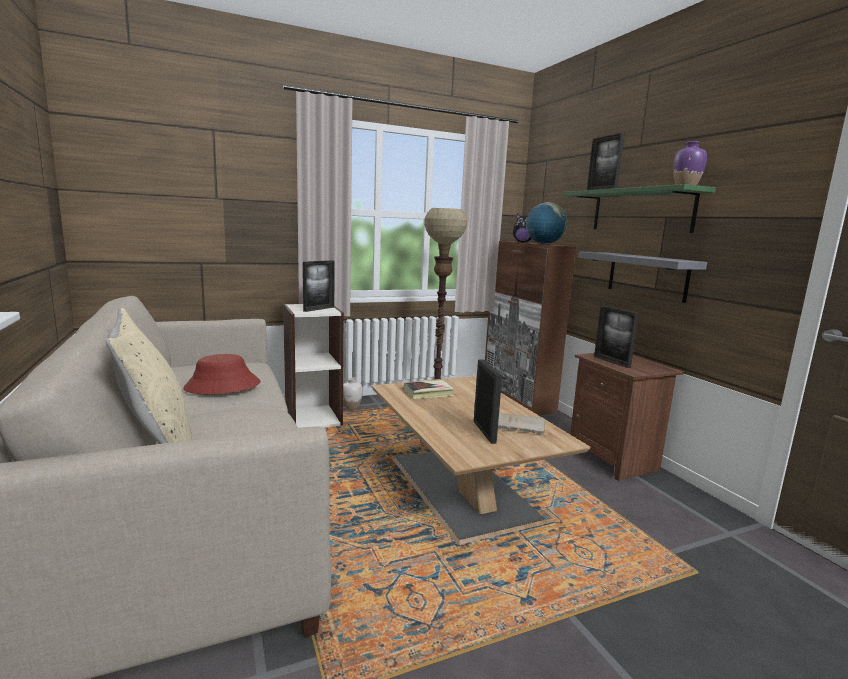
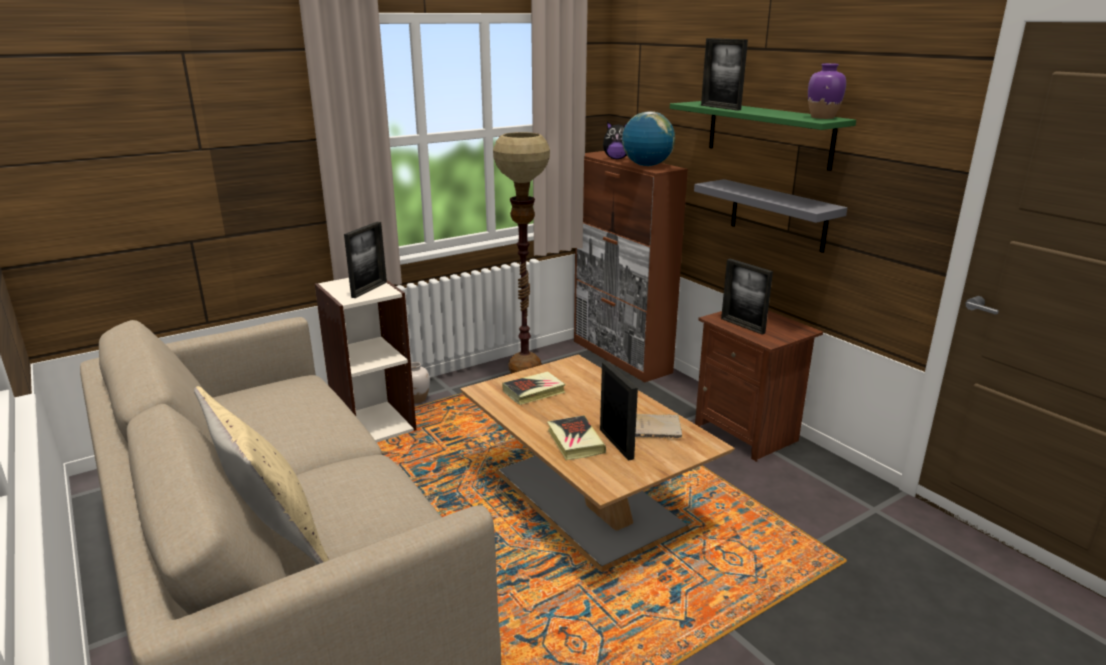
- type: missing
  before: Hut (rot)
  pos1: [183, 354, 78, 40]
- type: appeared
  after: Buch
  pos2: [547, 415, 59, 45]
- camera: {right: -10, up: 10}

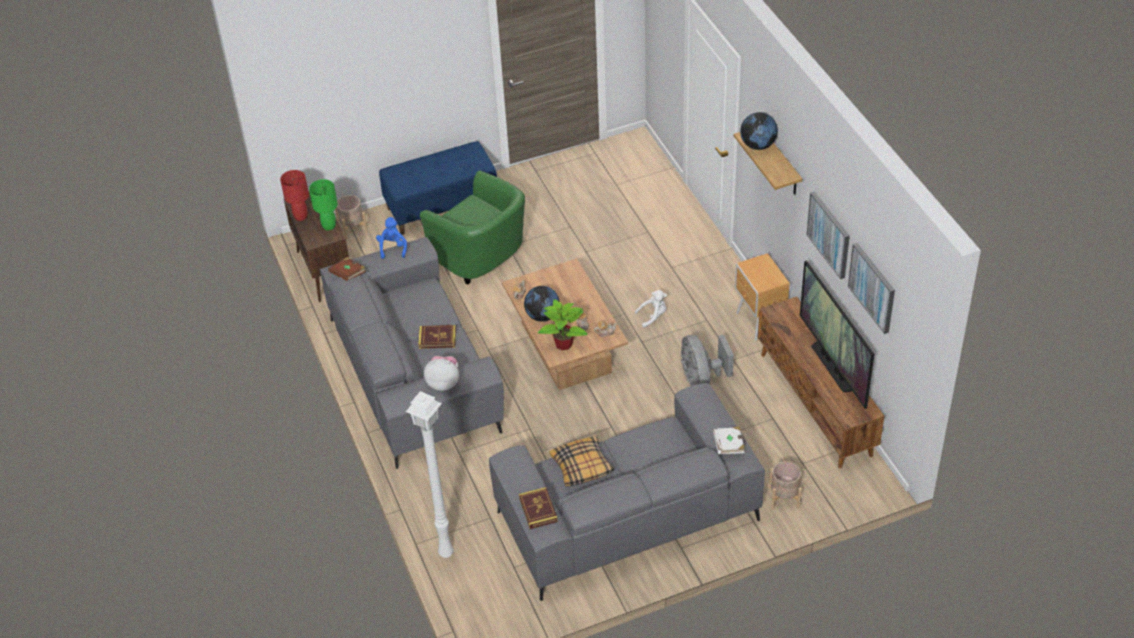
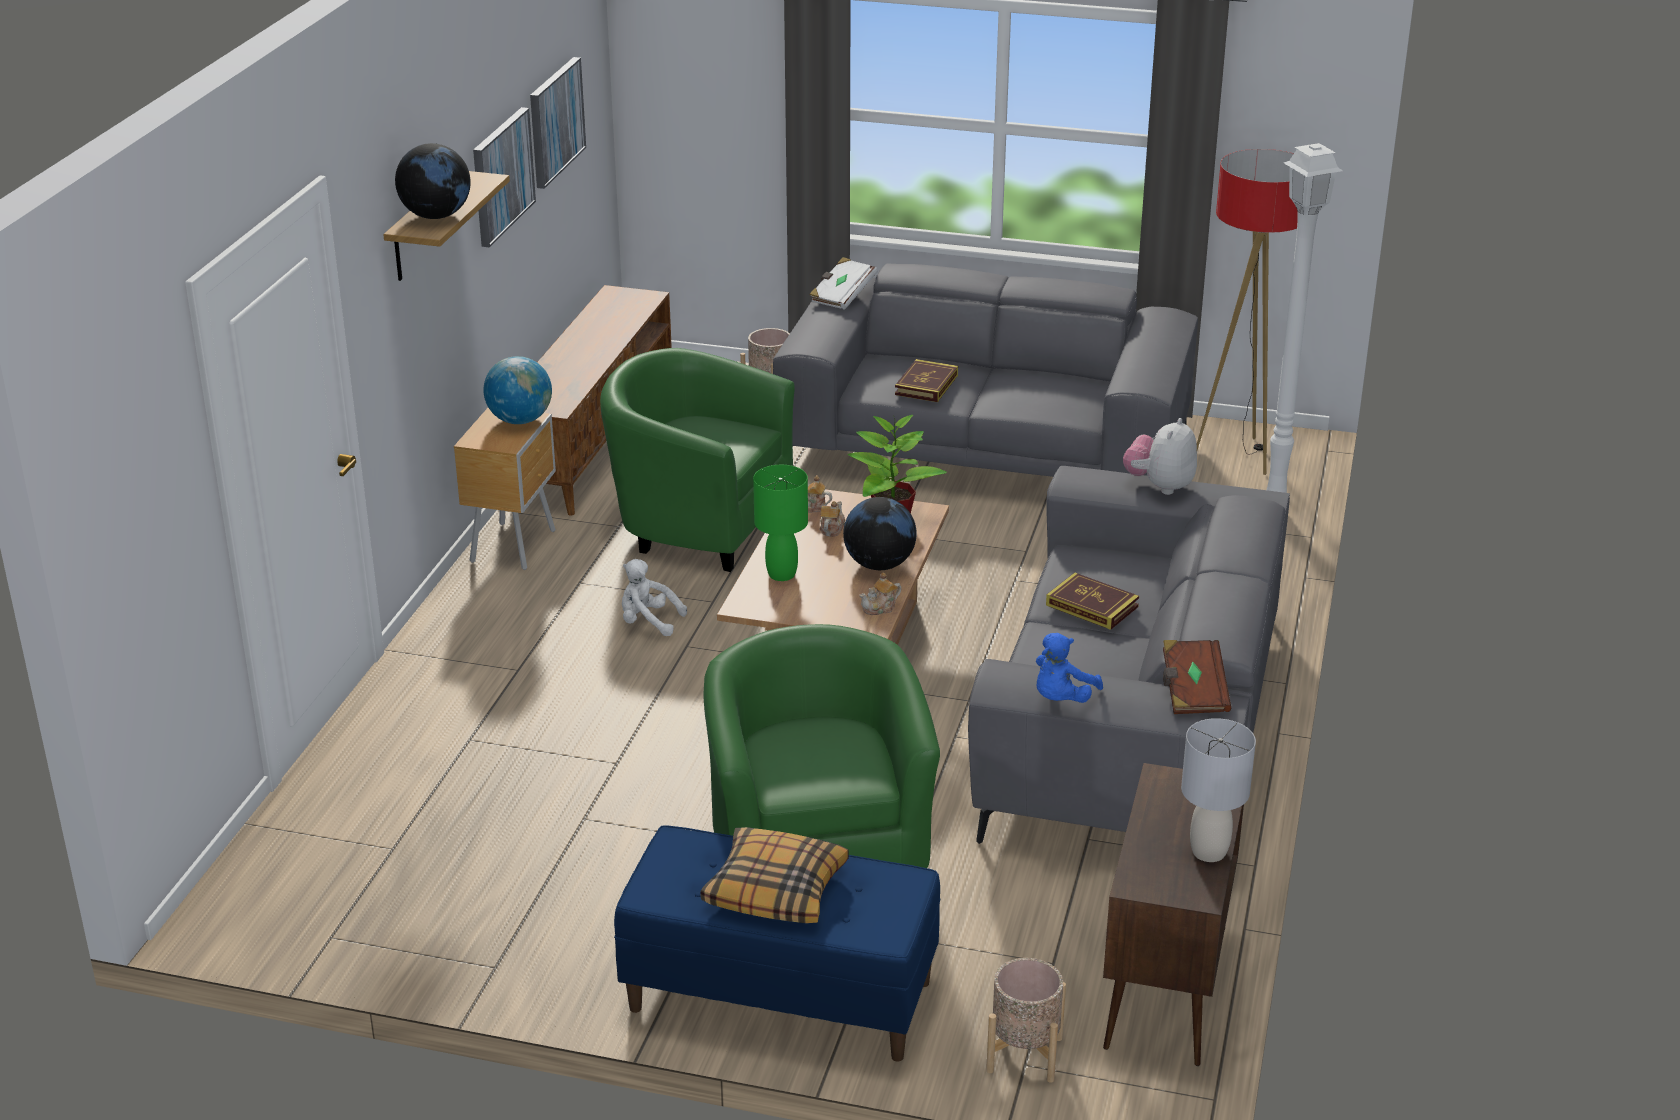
- type: colour
  before: Tischlampe (rot)
  after: Tischlampe (grau)
  pos1: [280, 170, 29, 51]
  pos2: [1181, 718, 75, 144]
- type: relocated
  before: Tischlampe (grün)
  pos1: [309, 179, 29, 51]
  pos2: [753, 465, 55, 116]
- type: spun
  before: Plüschtier
  pos1: [424, 356, 35, 35]
  pos2: [1123, 418, 74, 77]
  turn: 75
- type: relocated
  before: Buch
  pos1: [519, 487, 39, 42]
  pos2: [895, 359, 63, 43]
- type: relocated
  before: Kissen
  pos1: [549, 436, 65, 51]
  pos2: [700, 827, 149, 96]
- type: exchanged
  before: Ventilator (grau)
  after: Sessel (grün)
  pos1: [681, 335, 53, 51]
  pos2: [600, 348, 195, 224]
- type: missing
  before: Fernseher
  pos1: [800, 260, 74, 149]
- type: appeared
  after: Globus
  pos2: [483, 356, 69, 68]
- type: appeared
  after: Stehlampe
  pos2: [1197, 149, 100, 326]
- camera: {right: -145, up: -15}

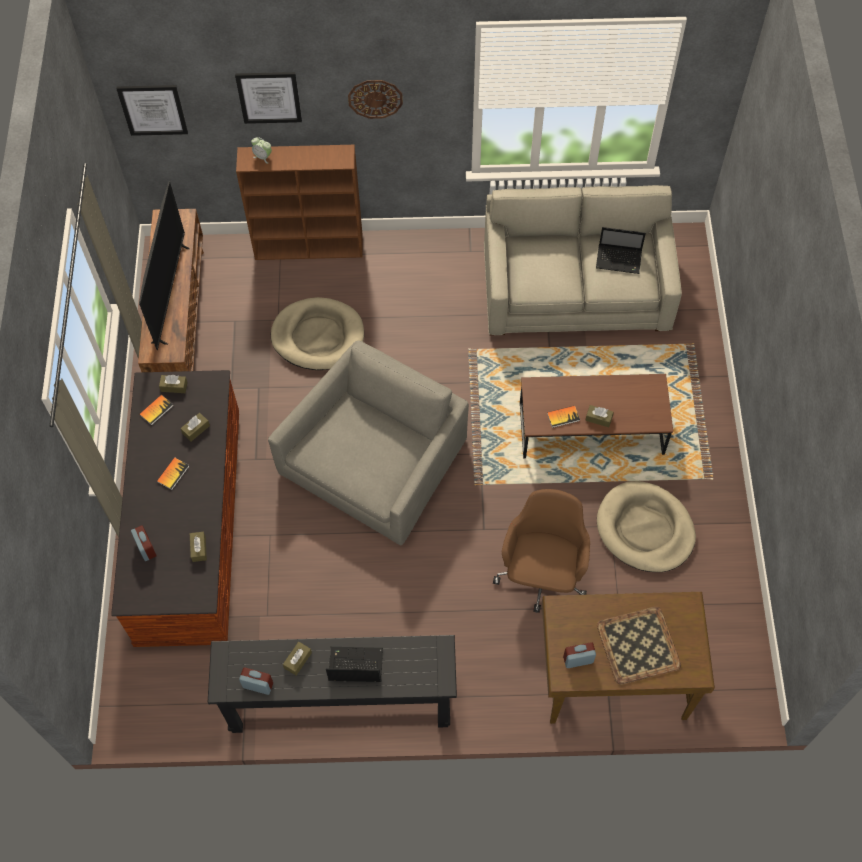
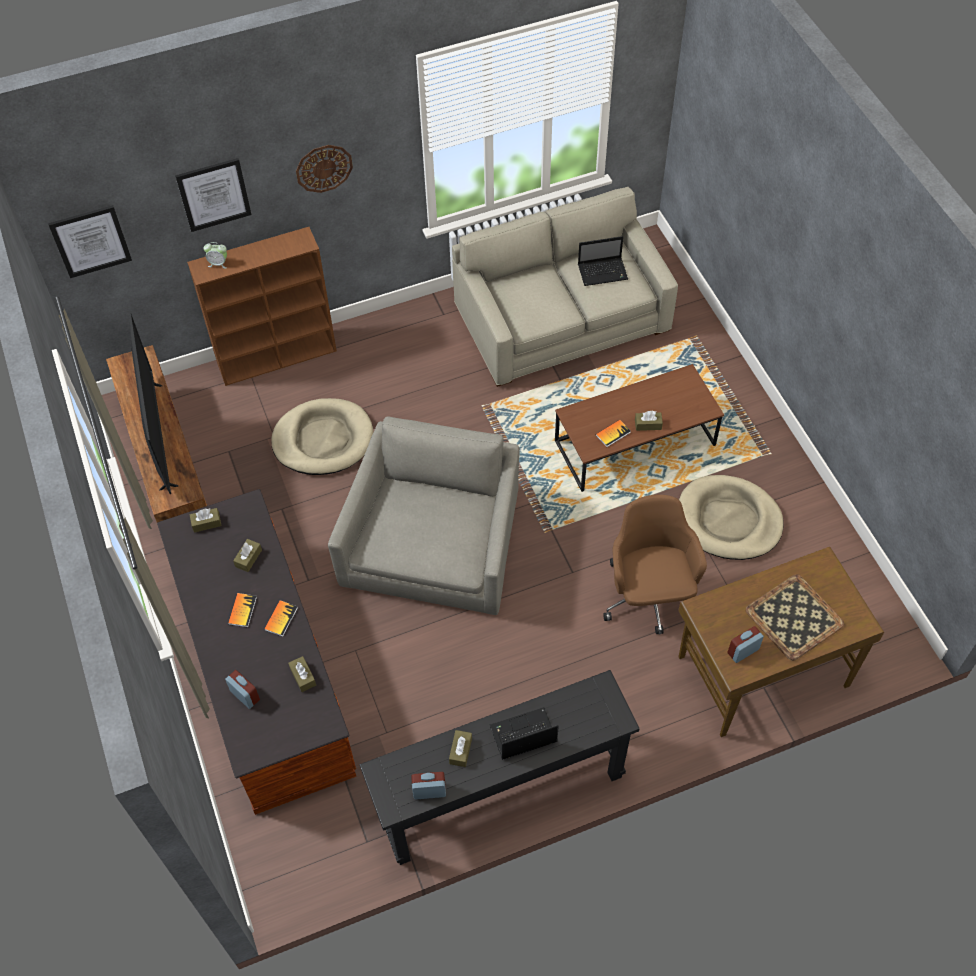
- type: relocated
  before: Buch
  pos1: [139, 395, 34, 30]
  pos2: [264, 600, 34, 37]
- camera: {right: -20, up: -5}

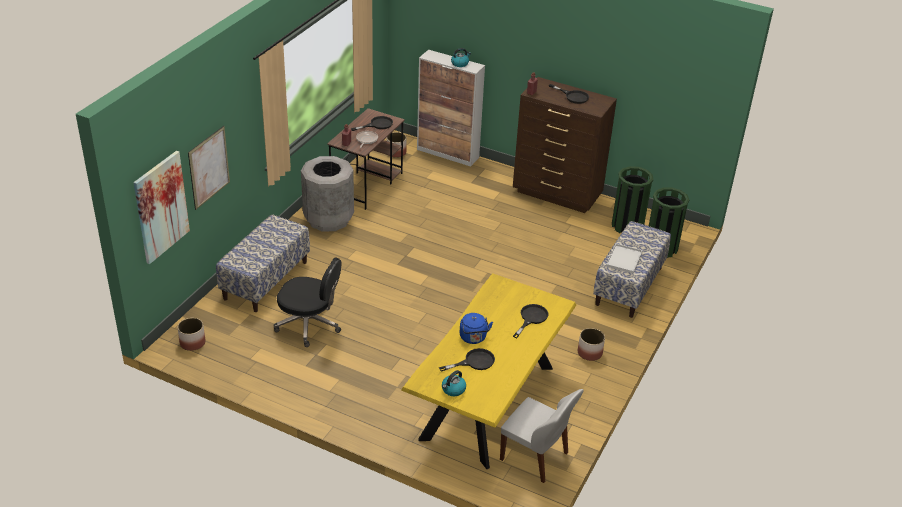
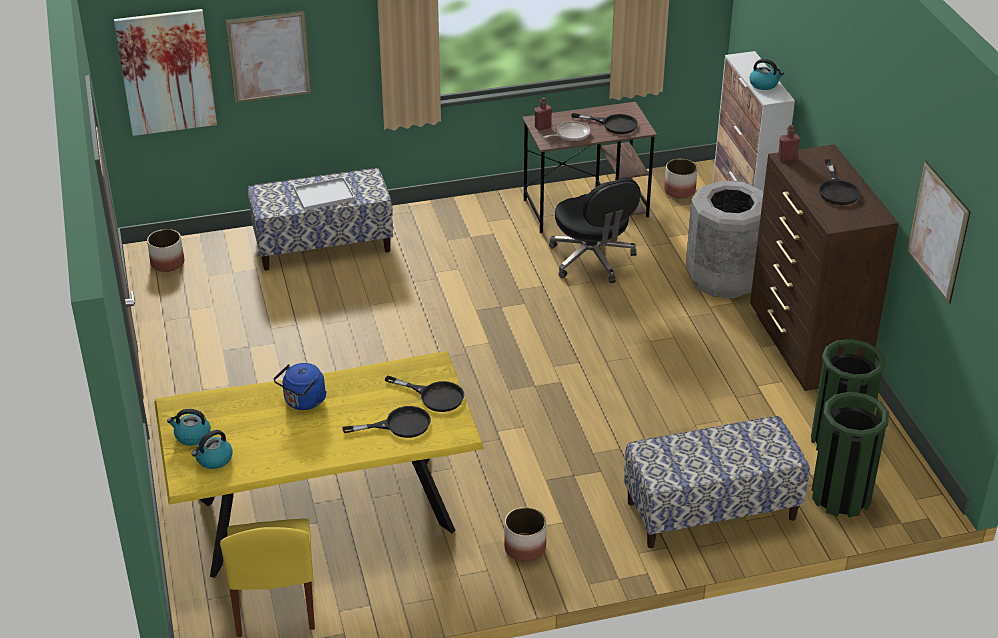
- type: relocated
  before: Bürostuhl (schwarz)
  pos1: [274, 257, 67, 90]
  pos2: [549, 178, 91, 105]
- type: relocated
  before: Mülleimer (grau)
  pos1: [301, 156, 53, 76]
  pos2: [686, 181, 78, 117]
- type: relocated
  before: Pfanne (schwarz)
  pos1: [439, 348, 56, 24]
  pos2: [384, 375, 80, 37]
- type: colour
  before: Stuhl (weiß)
  after: Stuhl (gelb)
  pos1: [500, 389, 84, 94]
  pos2: [220, 519, 95, 118]
- type: relocated
  before: Tablett (weiß)
  pos1: [606, 243, 37, 31]
  pos2: [294, 177, 61, 34]
- type: appeared
  after: Wasserkessel
  pos2: [192, 430, 41, 39]
- type: appeared
  after: Bild
  pos2: [907, 161, 64, 143]
- camera: {right: 50, up: 0}

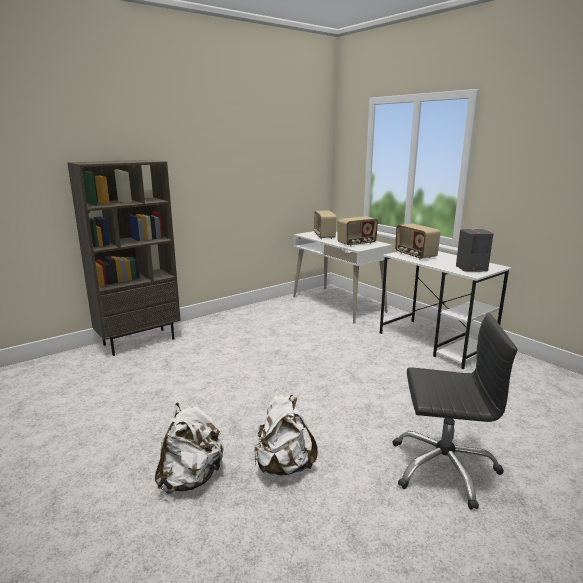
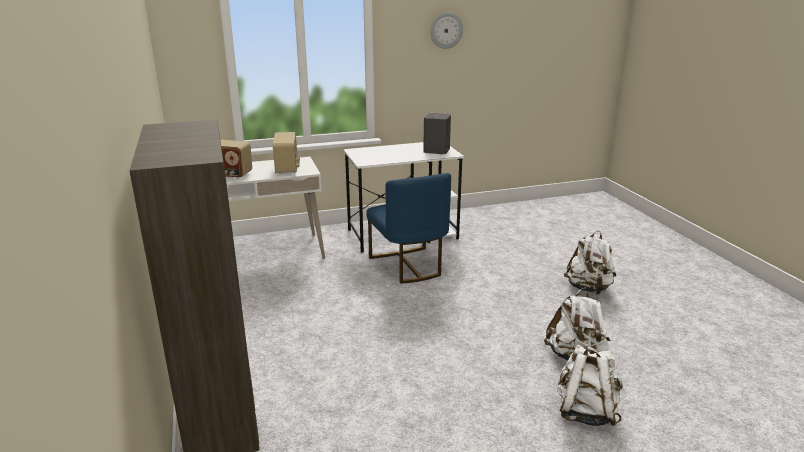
- type: exchanged
  before: Bürostuhl (schwarz)
  after: Rucksack (weiß)
  pos1: [392, 314, 126, 196]
  pos2: [564, 231, 53, 64]
- type: missing
  before: Radio
  pos1: [395, 223, 45, 37]
- type: appeared
  after: Stuhl (blau)
  pos2: [366, 173, 85, 111]
- type: appeared
  after: Wanduhr
  pos2: [430, 12, 33, 37]
- camera: {right: -70, up: 5}

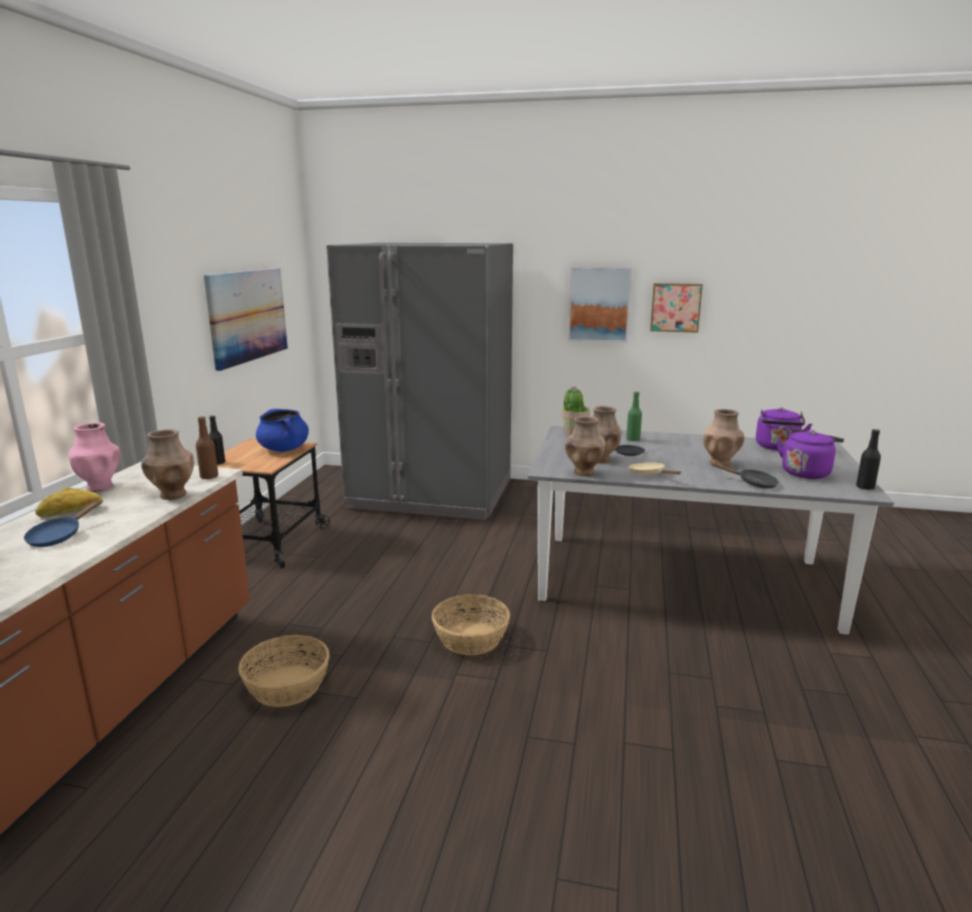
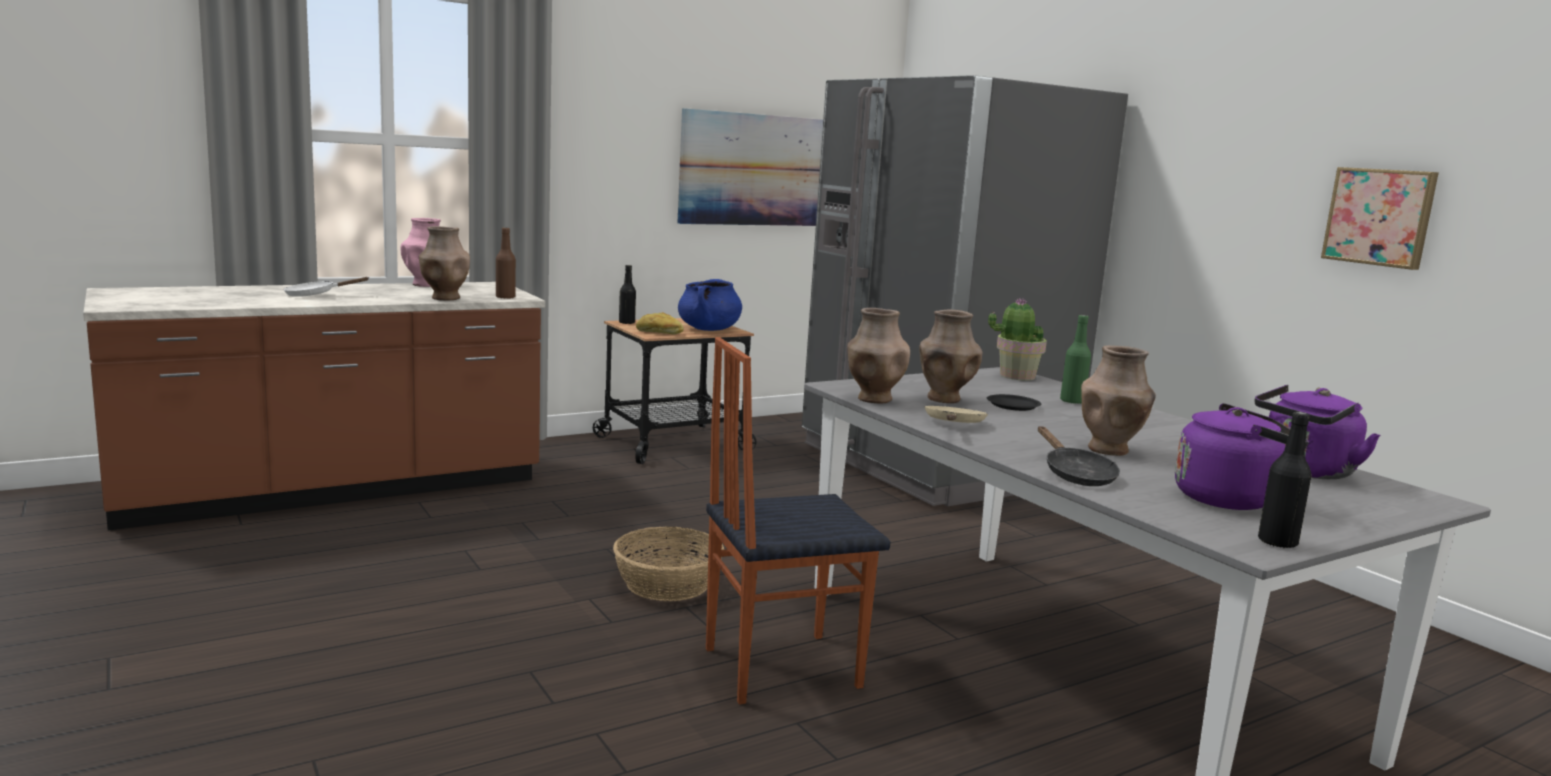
- type: colour
  before: Pfanne (blau)
  after: Pfanne (weiß)
  pos1: [24, 500, 77, 47]
  pos2: [284, 277, 86, 20]
- type: relocated
  before: Brot
  pos1: [35, 488, 68, 30]
  pos2: [636, 312, 48, 22]
- type: missing
  before: Korb
  pos1: [238, 635, 92, 72]
- type: missing
  before: Bild
  pos1: [568, 267, 64, 75]
- type: appeared
  after: Stuhl
  pos2: [706, 337, 185, 367]
- camera: {right: 45, up: -5}

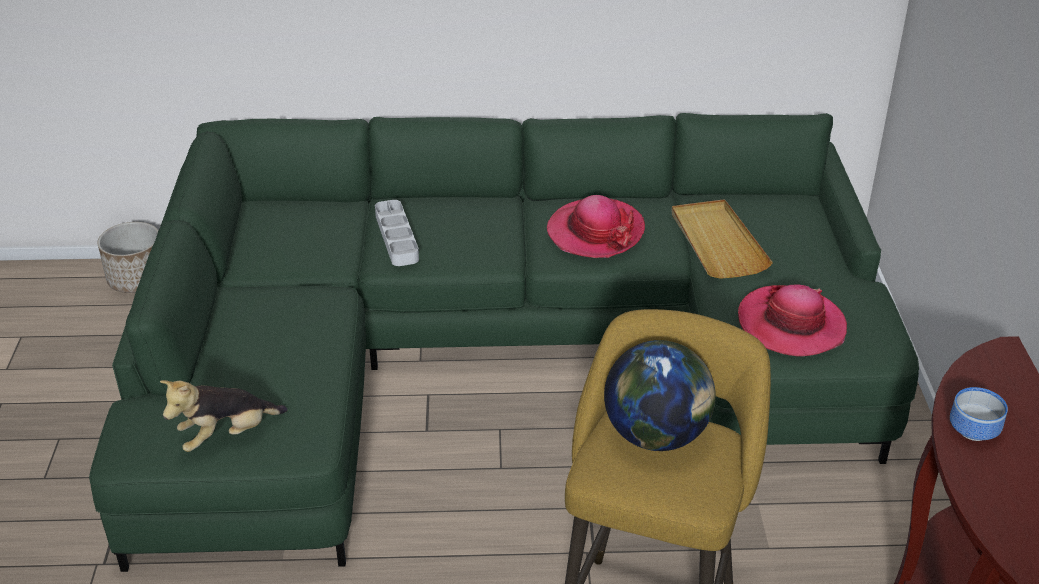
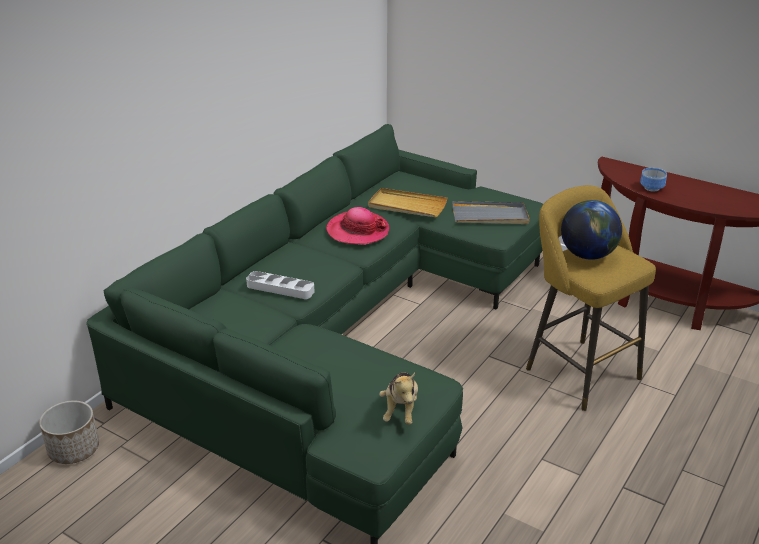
- type: exchanged
  before: Hut
  after: Tablett (grau)
  pos1: [738, 284, 109, 73]
  pos2: [453, 201, 77, 23]
- camera: {right: -55, up: -5}

